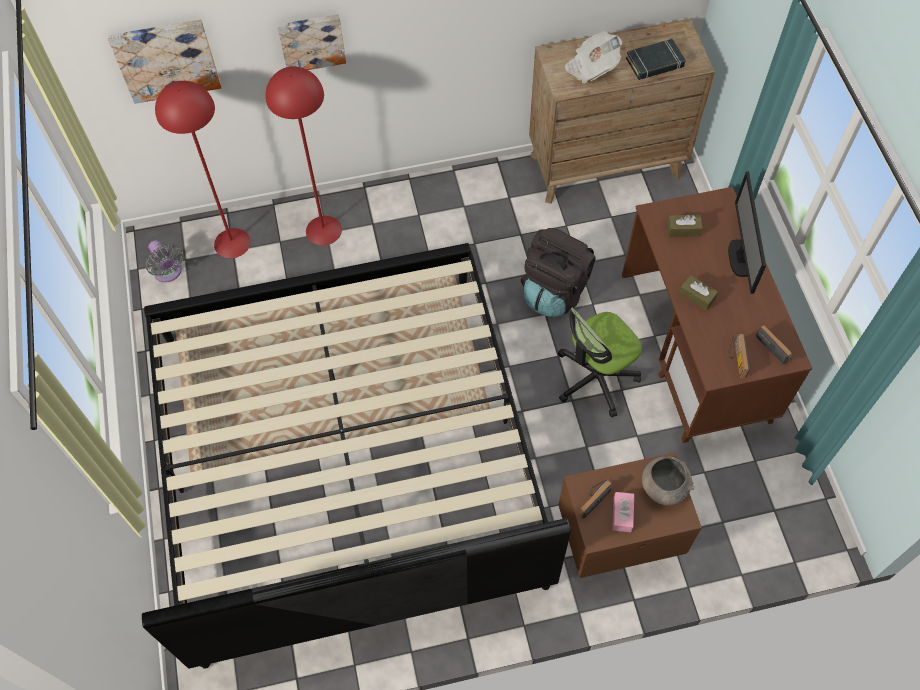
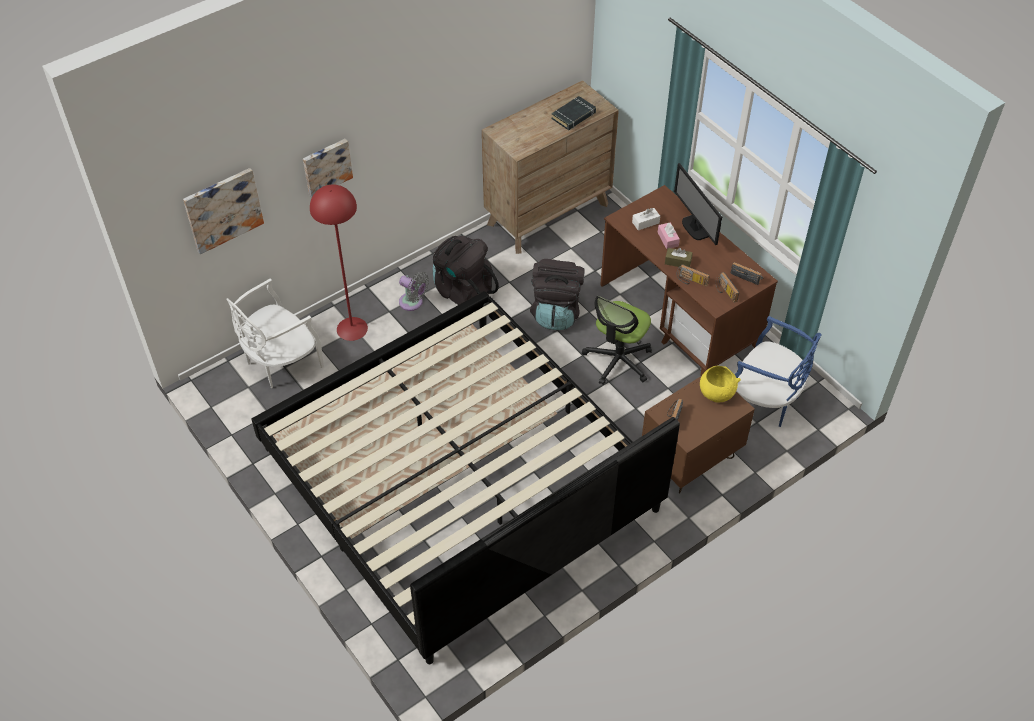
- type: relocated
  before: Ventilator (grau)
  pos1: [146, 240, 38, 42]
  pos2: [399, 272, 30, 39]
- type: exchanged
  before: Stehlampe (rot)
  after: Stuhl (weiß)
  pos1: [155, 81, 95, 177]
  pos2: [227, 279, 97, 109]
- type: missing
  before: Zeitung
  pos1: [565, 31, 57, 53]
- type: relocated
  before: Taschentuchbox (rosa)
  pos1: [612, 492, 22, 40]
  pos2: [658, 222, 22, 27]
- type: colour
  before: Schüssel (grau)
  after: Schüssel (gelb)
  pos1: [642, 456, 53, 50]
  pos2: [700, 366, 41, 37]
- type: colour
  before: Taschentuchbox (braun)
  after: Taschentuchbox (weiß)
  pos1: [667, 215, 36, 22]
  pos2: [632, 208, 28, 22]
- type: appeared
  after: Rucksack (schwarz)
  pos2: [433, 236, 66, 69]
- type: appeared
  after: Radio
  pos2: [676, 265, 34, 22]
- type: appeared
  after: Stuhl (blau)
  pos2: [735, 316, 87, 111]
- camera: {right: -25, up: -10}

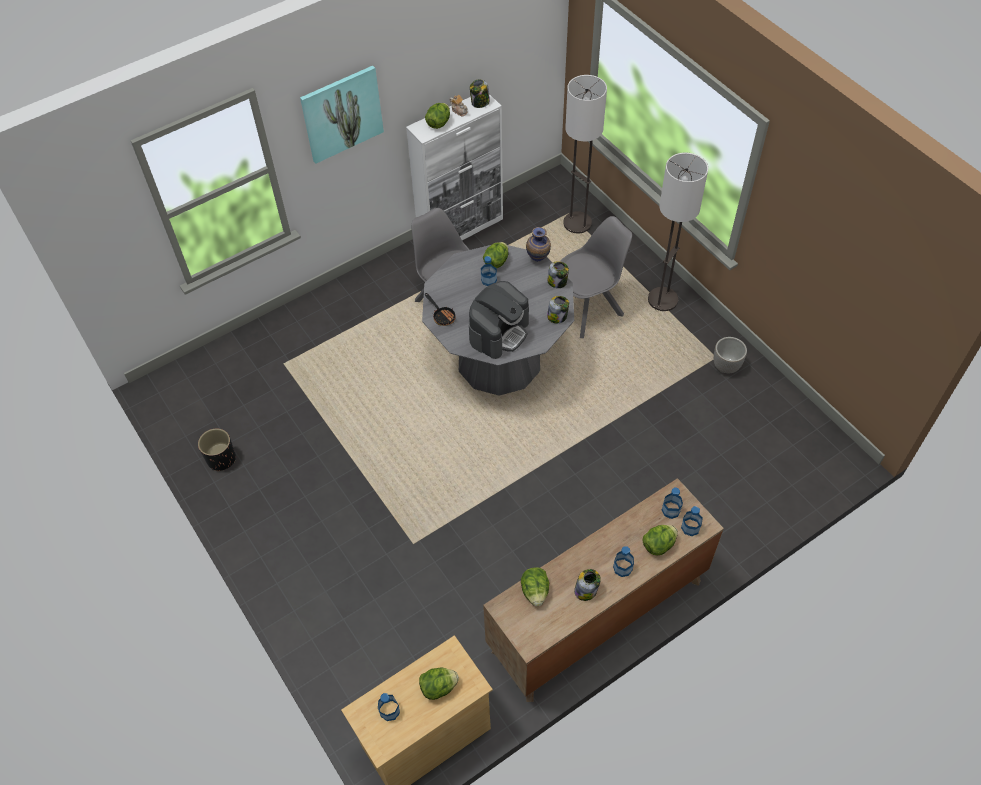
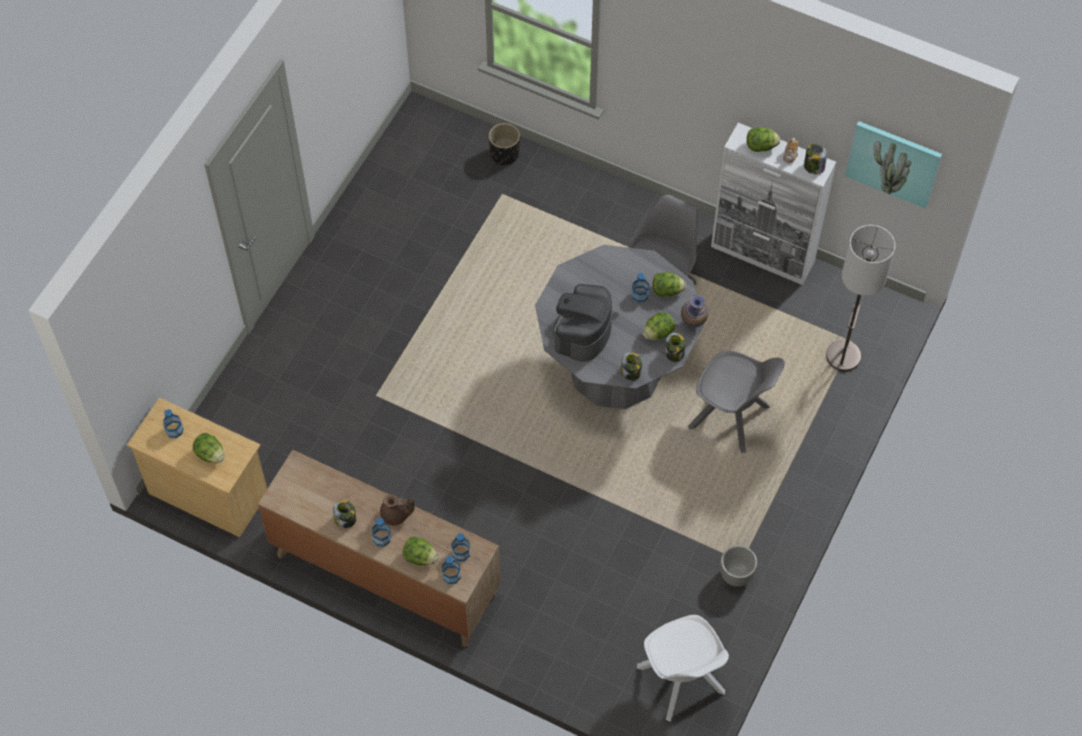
- type: relocated
  before: Pflanzkübel (schwarz)
  pos1: [198, 428, 38, 43]
  pos2: [489, 123, 31, 43]
- type: relocated
  before: Bild
  pos1: [300, 66, 84, 98]
  pos2: [845, 121, 97, 87]
- type: missing
  before: Pfanne
  pos1: [425, 293, 31, 33]
- type: spun
  before: Kaffeemaschine
  pos1: [469, 281, 60, 78]
  pos2: [553, 284, 59, 78]
  turn: 105
- type: relocated
  before: Salatkopf
  pos1: [521, 567, 28, 39]
  pos2: [643, 312, 32, 28]
- type: missing
  before: Stehlampe
  pos1: [648, 153, 60, 158]
- type: appeared
  after: Teekanne (braun)
  pos2: [380, 494, 35, 31]
- type: appeared
  after: Stuhl (weiß)
  pos2: [637, 615, 92, 107]
- camera: {right: 60, up: 5}

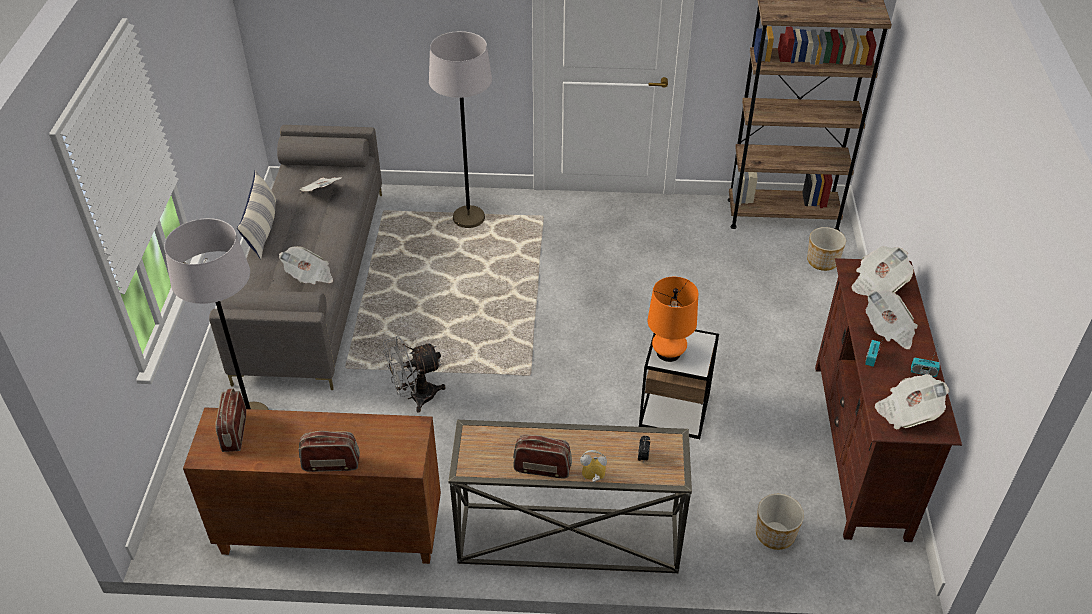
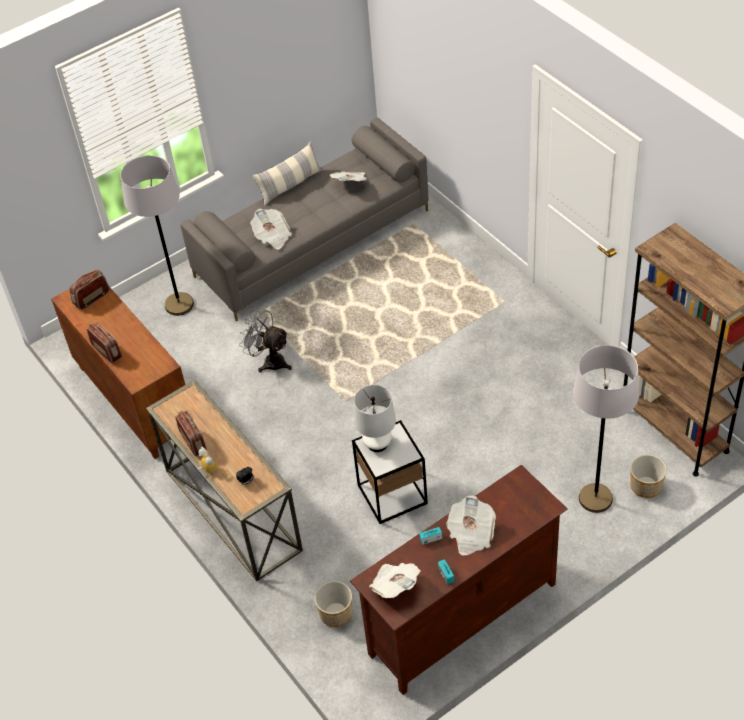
- type: relocated
  before: Stehlampe (grau)
  pos1: [429, 31, 63, 197]
  pos2: [573, 345, 66, 168]
- type: colour
  before: Tischlampe (orange)
  after: Tischlampe (weiß)
  pos1: [648, 277, 50, 85]
  pos2: [354, 385, 42, 67]
- type: missing
  before: Zeitung
  pos1: [851, 246, 63, 50]
- camera: {right: 55, up: 5}

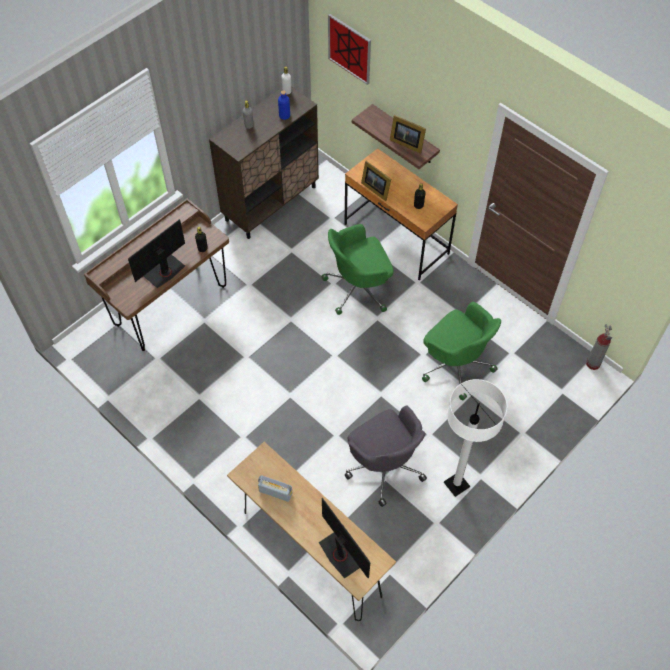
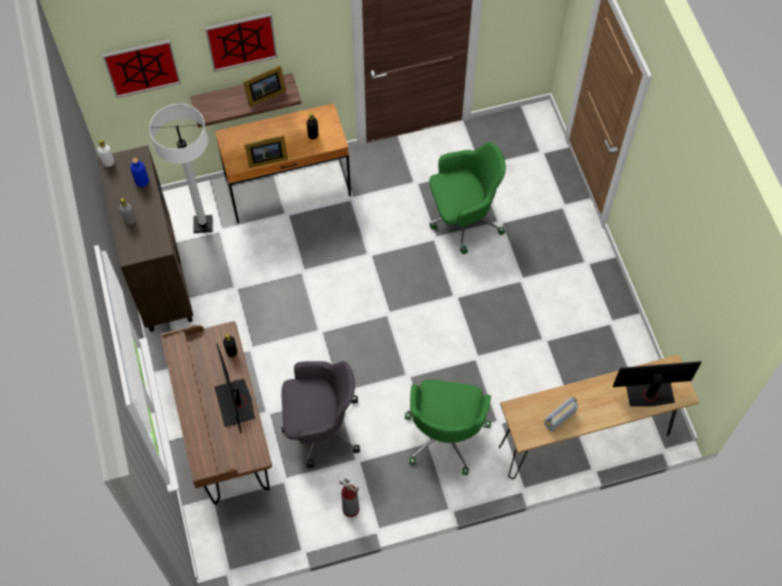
- type: relocated
  before: Bürostuhl (grün)
  pos1: [321, 224, 73, 91]
  pos2: [405, 380, 86, 95]
- type: relocated
  before: Bürostuhl (grau)
  pos1: [345, 405, 82, 102]
  pos2: [281, 361, 79, 107]
- type: relocated
  before: Stehlampe (weiß)
  pos1: [444, 379, 63, 118]
  pos2: [149, 104, 64, 129]
- type: relocated
  before: Feuerlöscher
  pos1: [586, 324, 26, 46]
  pos2: [339, 479, 20, 38]
- type: appeared
  after: Bild
  pos2: [205, 13, 72, 59]
- camera: {right: -60, up: 5}

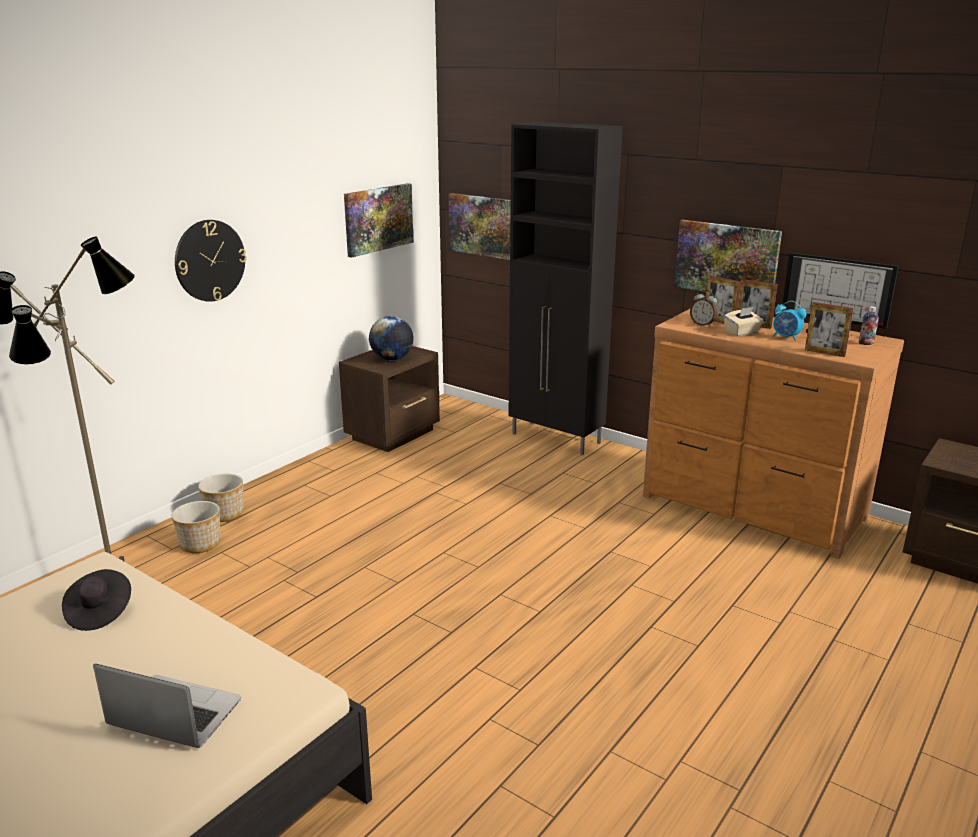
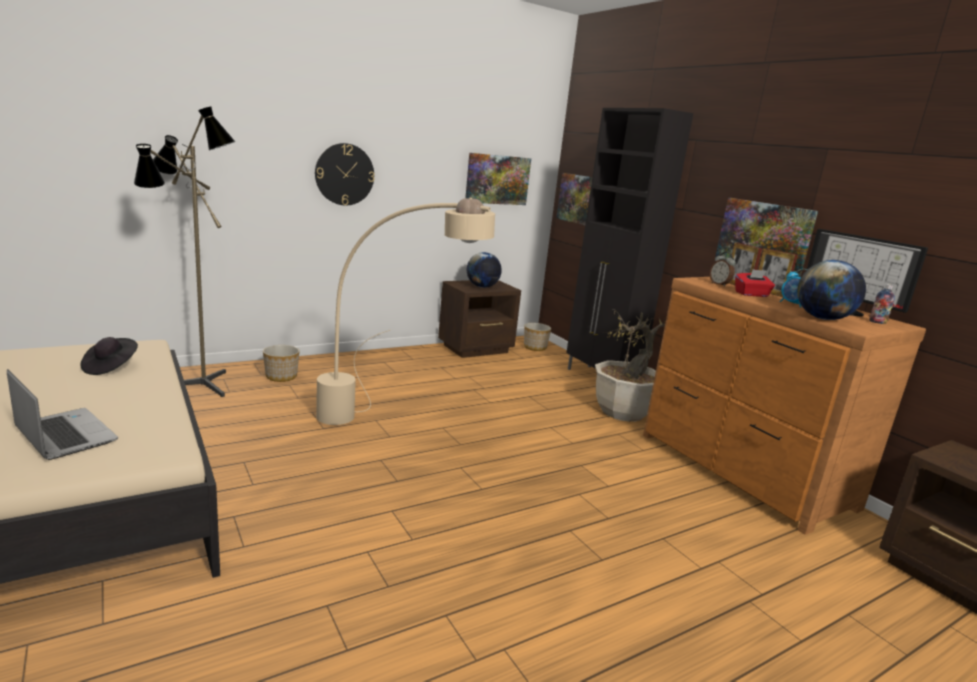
- type: relocated
  before: Pflanzkübel
  pos1: [198, 474, 46, 48]
  pos2: [524, 323, 27, 28]
- type: colour
  before: Taschentuchbox (beige)
  after: Taschentuchbox (rot)
  pos1: [724, 307, 40, 29]
  pos2: [735, 269, 40, 28]
- type: exchanged
  before: Bilderrahmen
  after: Globus
  pos1: [805, 302, 49, 55]
  pos2: [797, 260, 69, 60]
- type: appeared
  after: Stehlampe (beige)
  pos2: [316, 198, 179, 227]
- type: appeared
  after: Topfpflanze
  pos2: [595, 310, 70, 112]
- camera: {right: 20, up: -5}

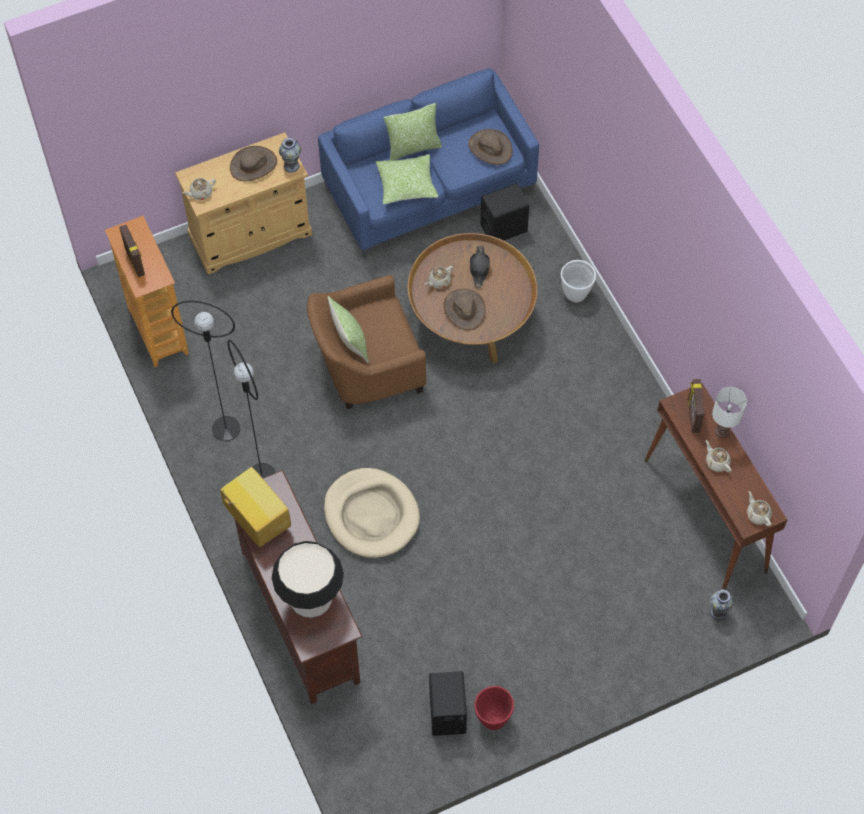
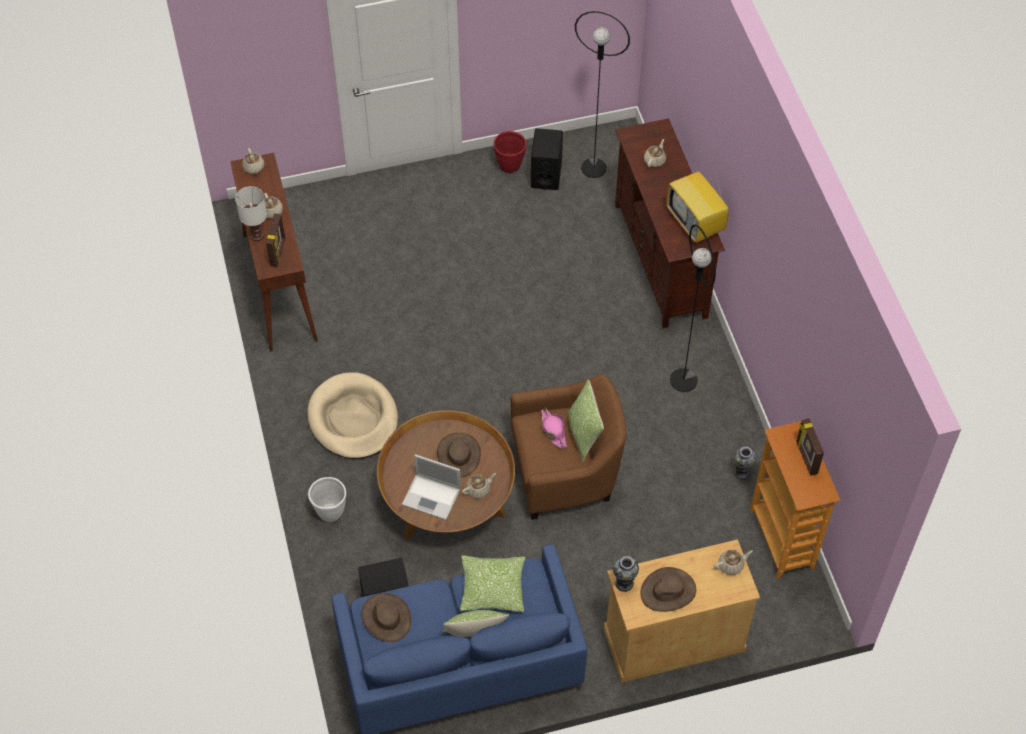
- type: relocated
  before: Stehlampe (schwarz)
  pos1: [171, 301, 69, 140]
  pos2: [575, 11, 55, 167]
- type: exchanged
  before: Tischlampe
  after: Teekanne (beige)
  pos1: [272, 541, 72, 77]
  pos2: [644, 139, 22, 28]
- type: relocated
  before: Hundebett (beige)
  pos1: [324, 468, 96, 90]
  pos2: [307, 372, 91, 87]
- type: exchanged
  before: Hut (schwarz)
  after: Laptop
  pos1: [470, 245, 20, 43]
  pos2: [402, 454, 59, 66]
- type: relocated
  before: Vase
  pos1: [710, 589, 23, 31]
  pos2: [733, 446, 23, 33]
- type: appeared
  after: Hut (rosa)
  pos2: [541, 408, 26, 41]
- camera: {right: -170, up: -5}

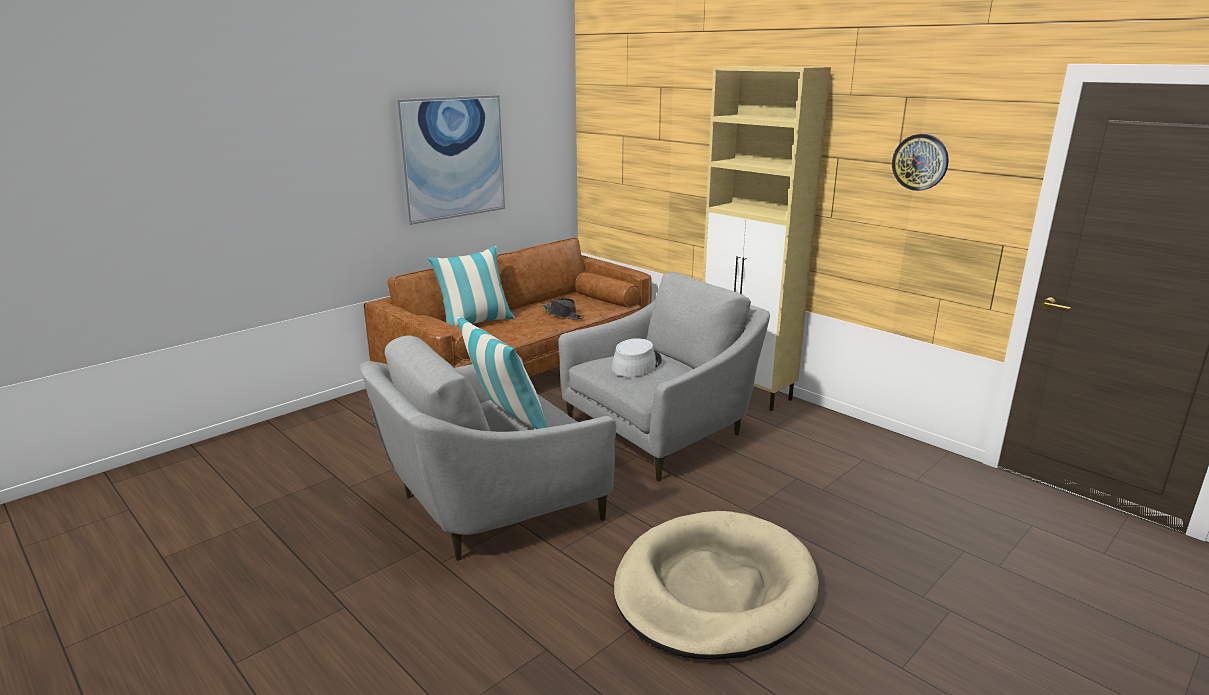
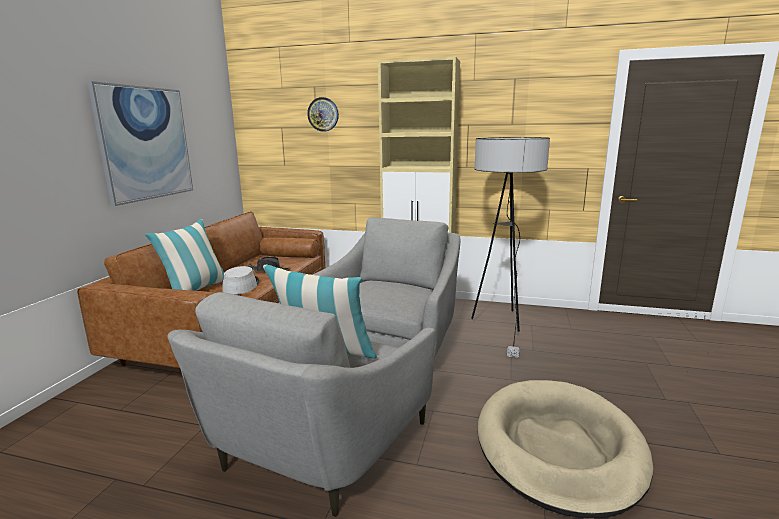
- type: relocated
  before: Hut (grau)
  pos1: [612, 338, 50, 39]
  pos2: [222, 266, 37, 29]
- type: relocated
  before: Wanduhr
  pos1: [892, 134, 57, 57]
  pos2: [307, 97, 32, 34]
- type: appeared
  after: Stehlampe
  pos2: [471, 137, 79, 221]
- camera: {right: -30, up: -5}

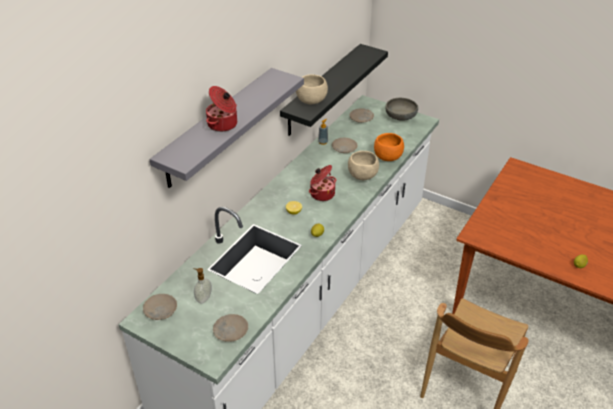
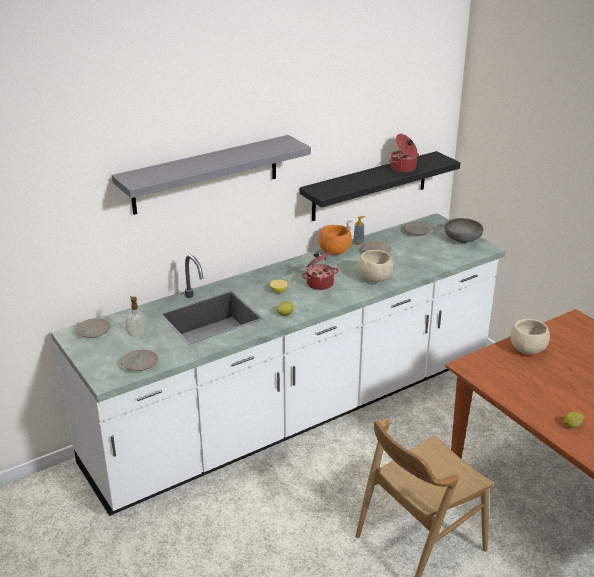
- type: relocated
  before: Kochtopf
  pos1: [206, 86, 31, 46]
  pos2: [389, 134, 30, 38]
- type: relocated
  before: Schüssel (beige)
  pos1: [296, 74, 32, 30]
  pos2: [510, 319, 40, 35]
- type: relocated
  before: Schüssel (orange)
  pos1: [374, 133, 30, 28]
  pos2: [318, 225, 34, 30]
- camera: {right: 25, up: -10}

